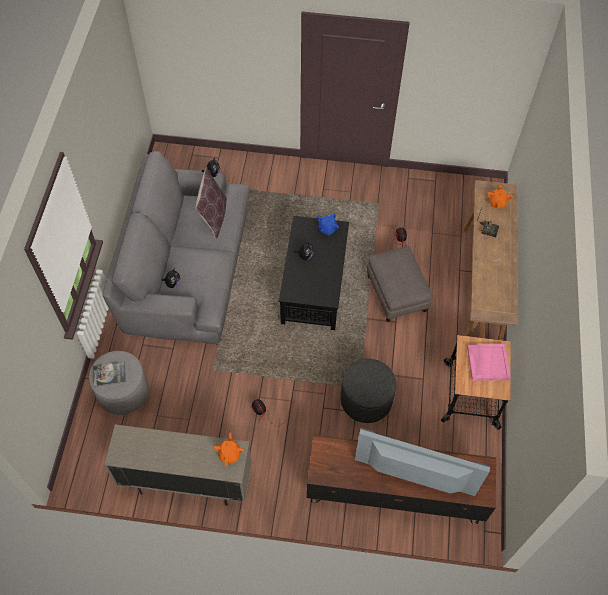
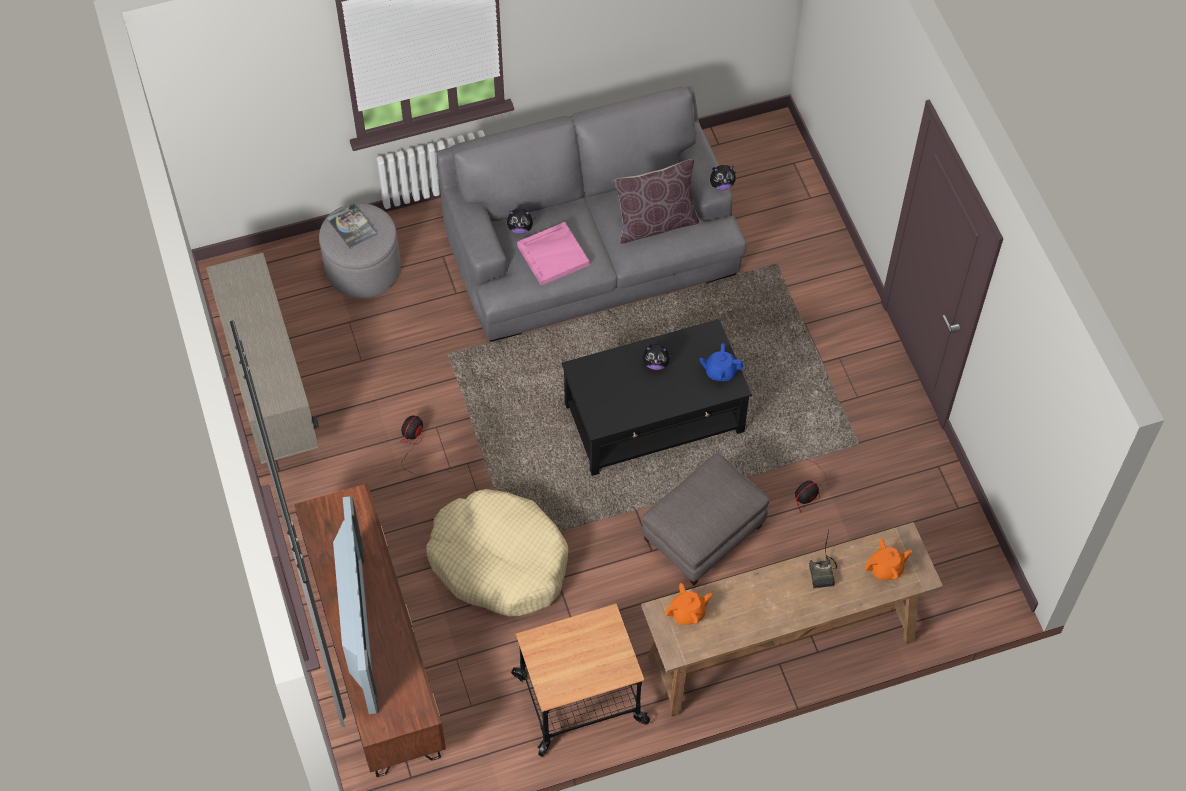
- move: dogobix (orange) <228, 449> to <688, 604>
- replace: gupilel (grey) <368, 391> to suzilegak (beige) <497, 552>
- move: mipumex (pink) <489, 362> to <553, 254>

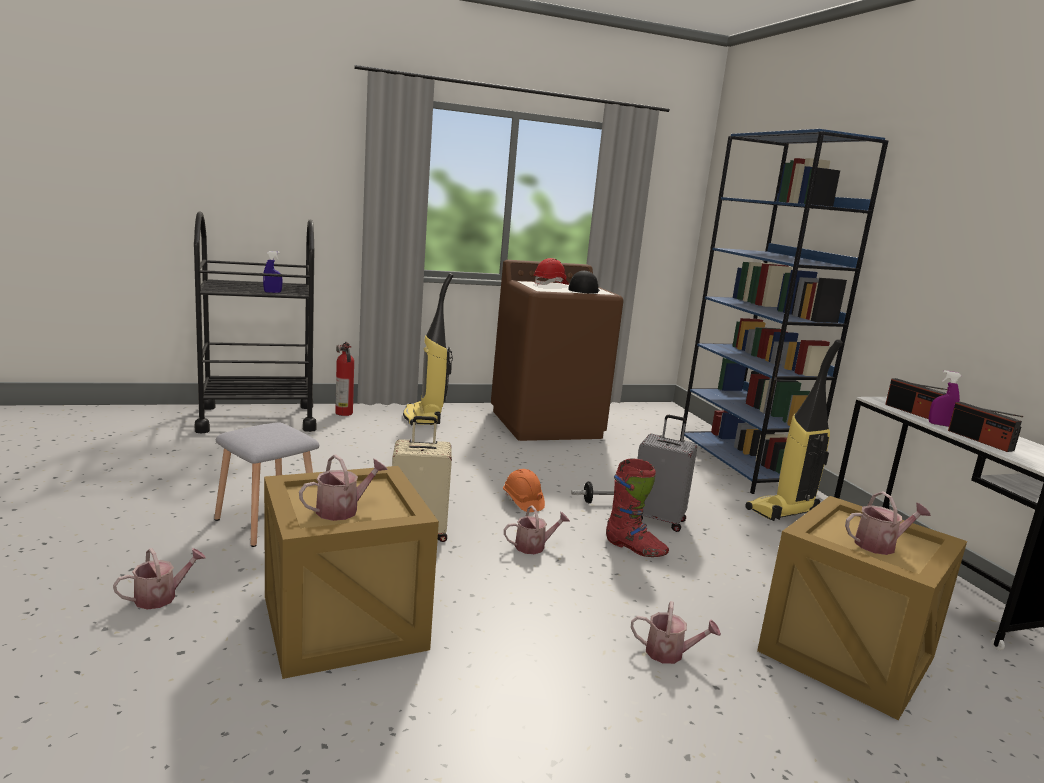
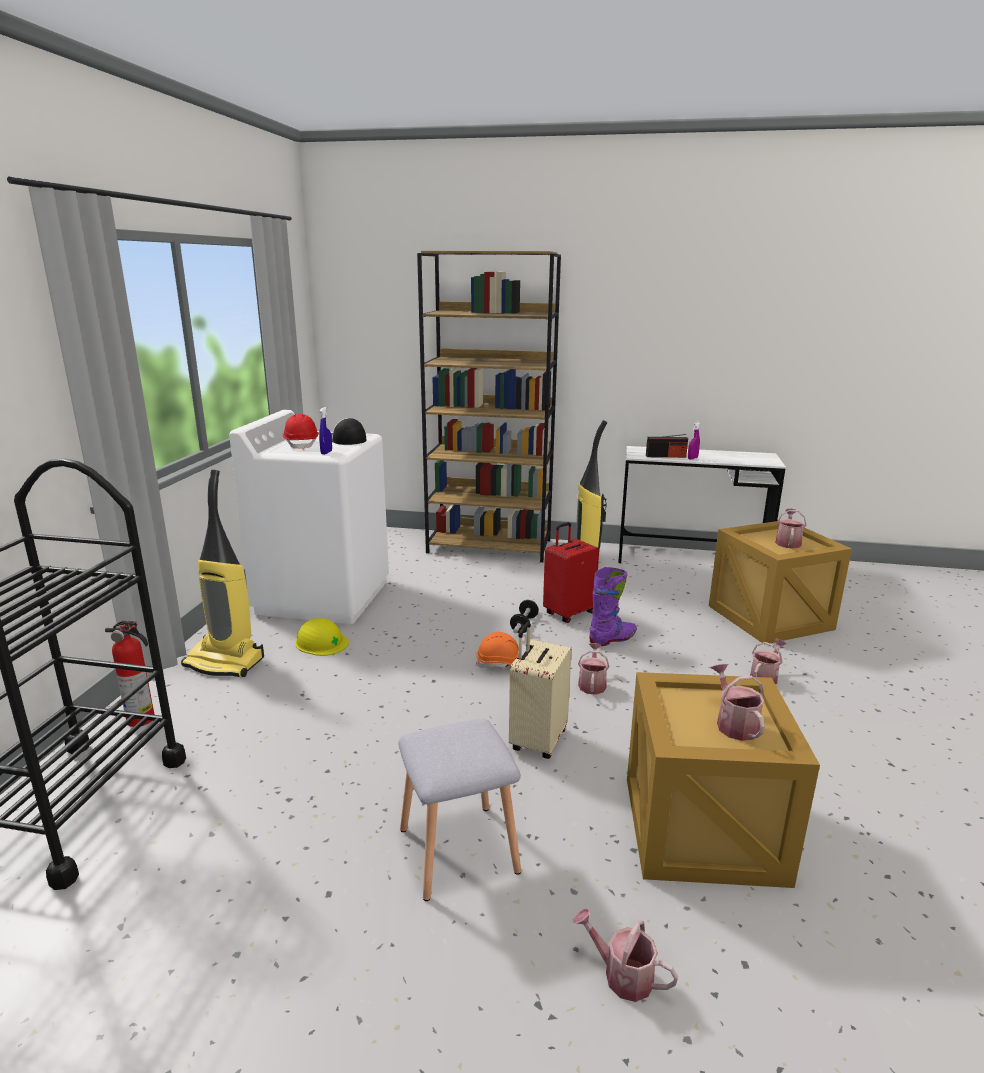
- rotate: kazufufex <159, 579> = <625, 955> 45 degrees counterclockwise
- move: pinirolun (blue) <273, 272> to <325, 431>
- recolor: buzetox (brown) <557, 350> to buzetox (white) <309, 517>
- recolor: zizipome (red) <637, 507> to zizipome (purple) <613, 606>
- recolor: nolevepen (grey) <667, 473> to nolevepen (red) <571, 572>
- recolor: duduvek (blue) <784, 311> to duduvek (brown) <489, 406>
- delete: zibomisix <985, 427>
- insert: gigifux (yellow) <322, 637>

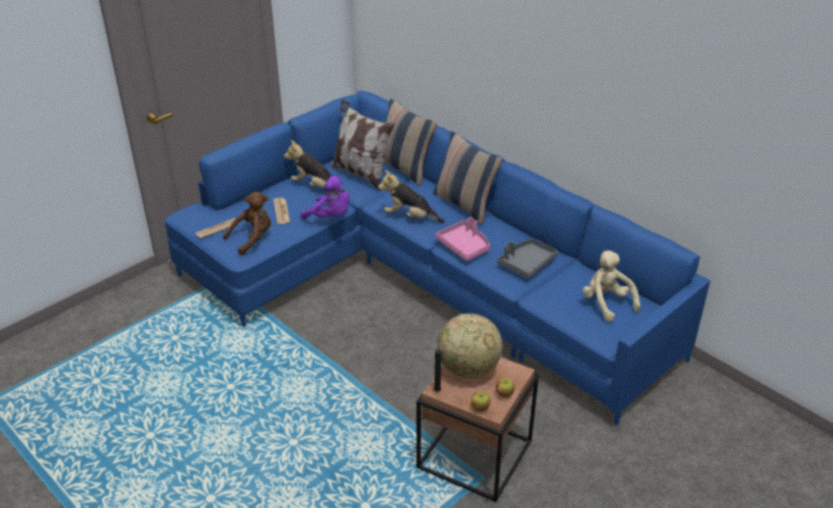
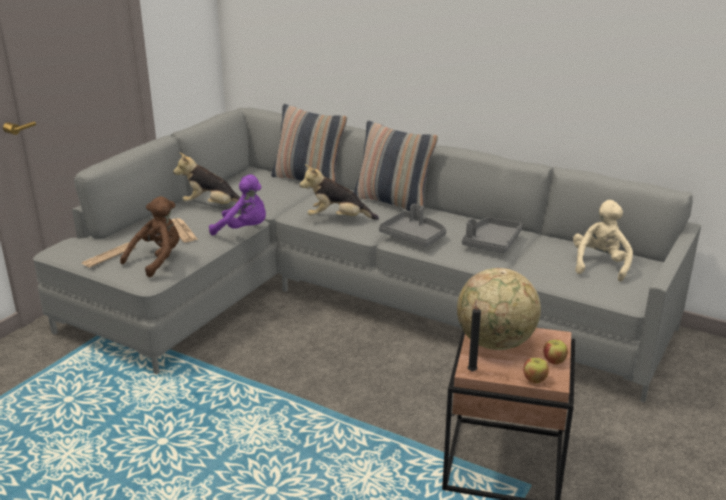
- recolor: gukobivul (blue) <437, 258> to gukobivul (grey) <367, 255>
- delete: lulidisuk <362, 145>
- recolor: mipumex (pink) <463, 239> to mipumex (grey) <412, 225>
- rotate: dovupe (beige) <611, 286> = <603, 241> 60 degrees clockwise

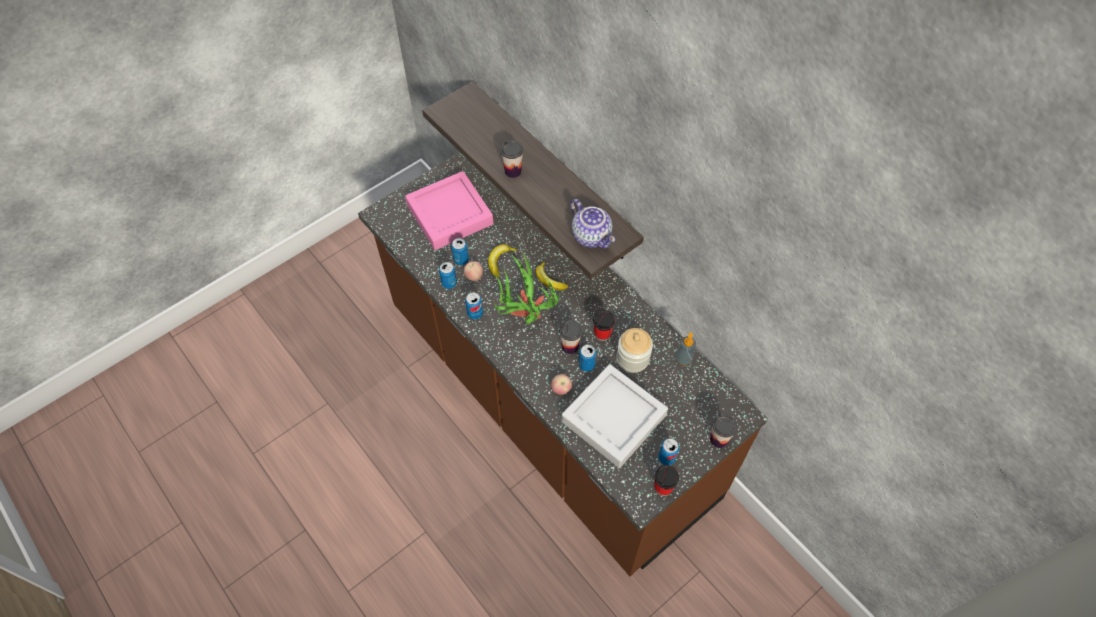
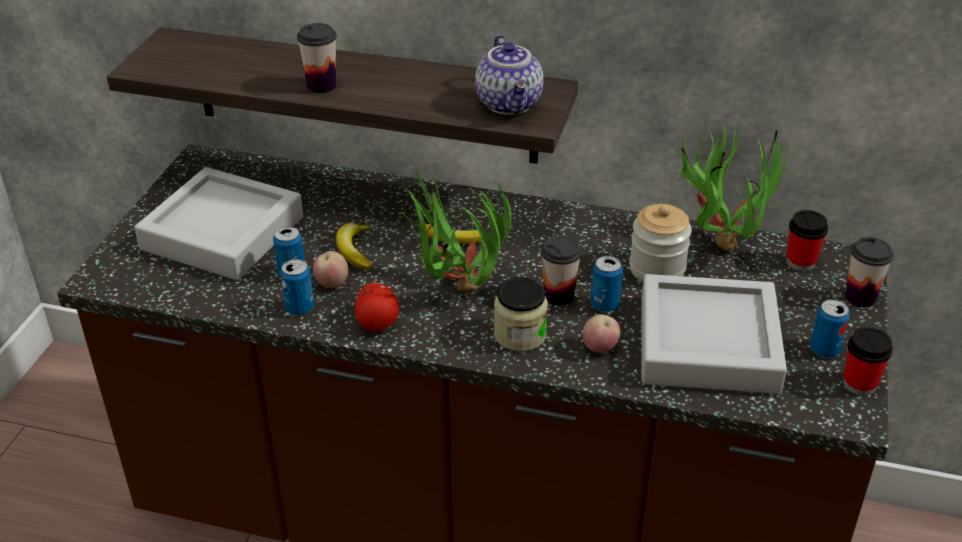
- recolor: mipumex (pink) <449, 210> to mipumex (grey) <218, 223>
- replace: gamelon <474, 305> to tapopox <377, 307>
- rotate: dogobix <592, 223> = <509, 75> 60 degrees clockwise
- move: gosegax <604, 325> to <807, 240>
- replace: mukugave <685, 349> to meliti <730, 187>
- insert: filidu <521, 314>

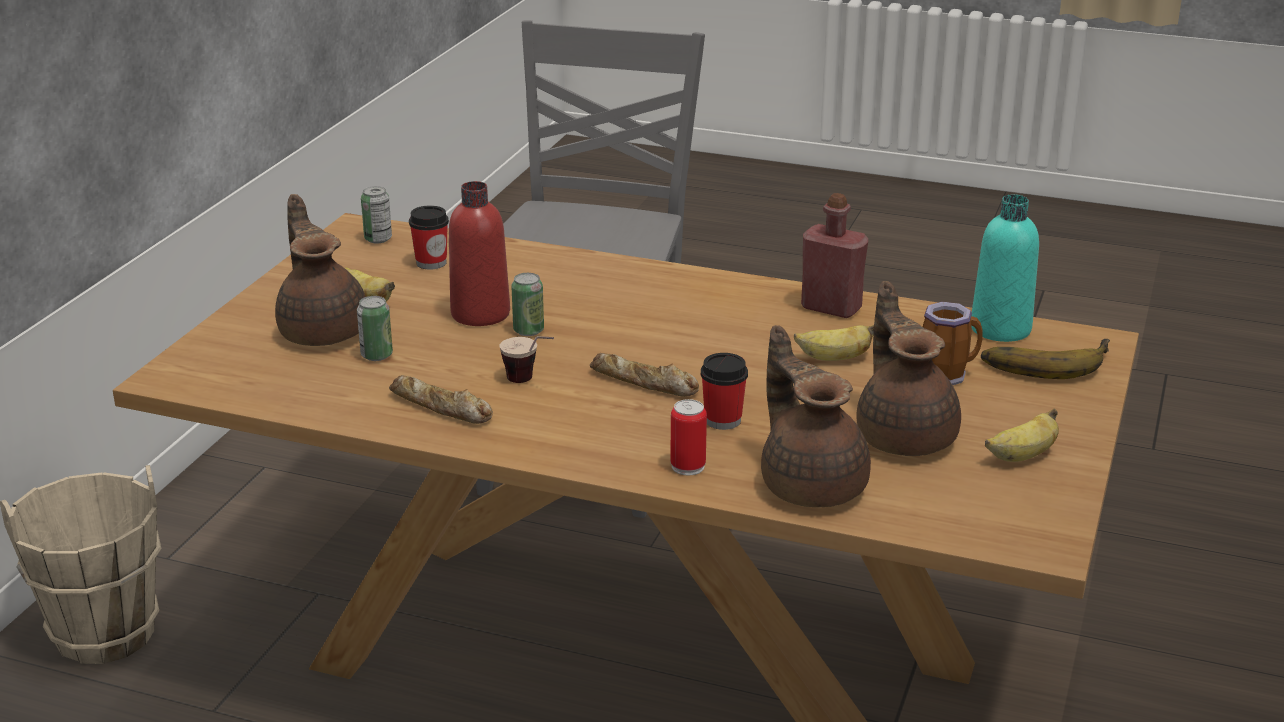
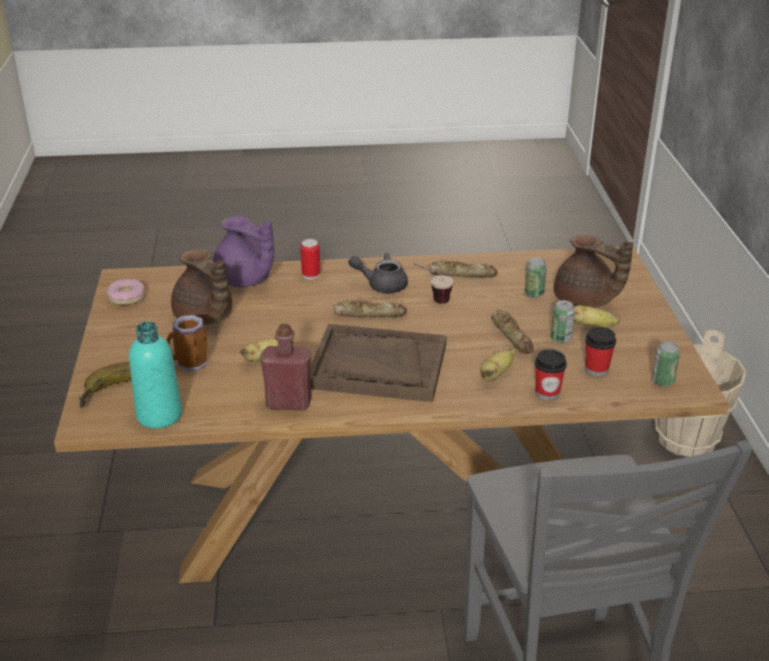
- replace: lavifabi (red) <479, 253> to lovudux <512, 332>
- move: gamelon <527, 304> to <563, 322>
- move: gosegax <724, 391> to <551, 374>
- recolor: dogobix (brown) <816, 416> to dogobix (purple) <243, 251>
- move: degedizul <1022, 435> to <498, 365>
- insert: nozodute <125, 292>
- insert: mipumex (brown) <378, 363>
- insert: dogobix (grey) <378, 272>

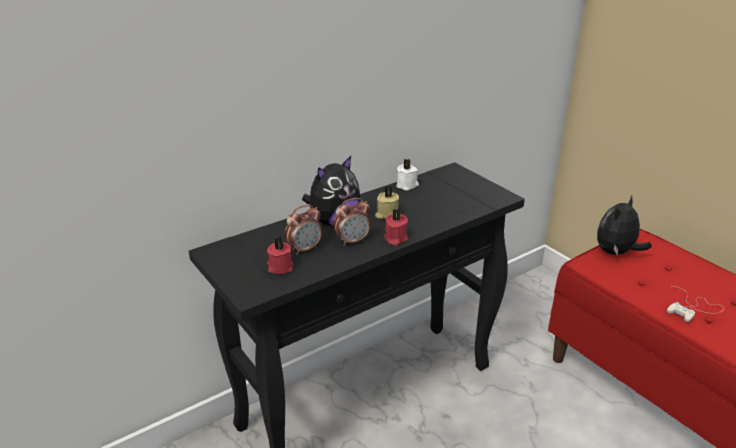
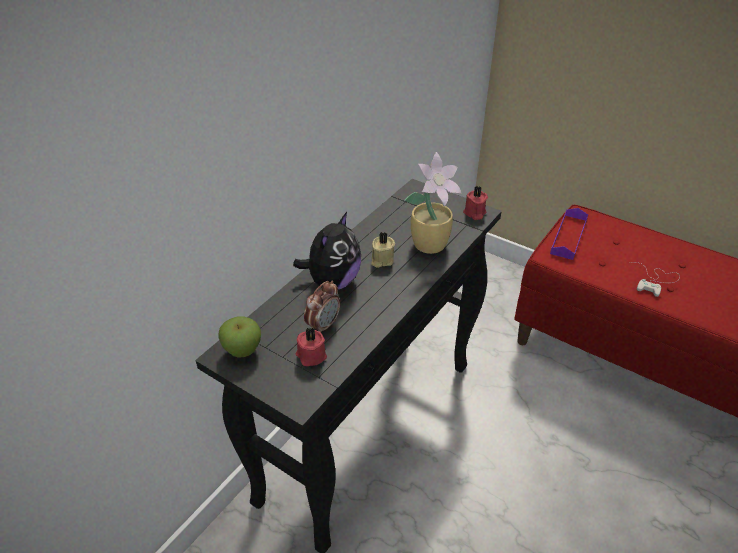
- delete: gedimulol <352, 222>
- move: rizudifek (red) <396, 227> to <475, 203>
- delete: rizudifek (white) <407, 174>
- replace: dovupe <624, 225> to mipumex (purple) <569, 234>
- insert: tapopox <239, 337>
- insert: meliti <432, 203>

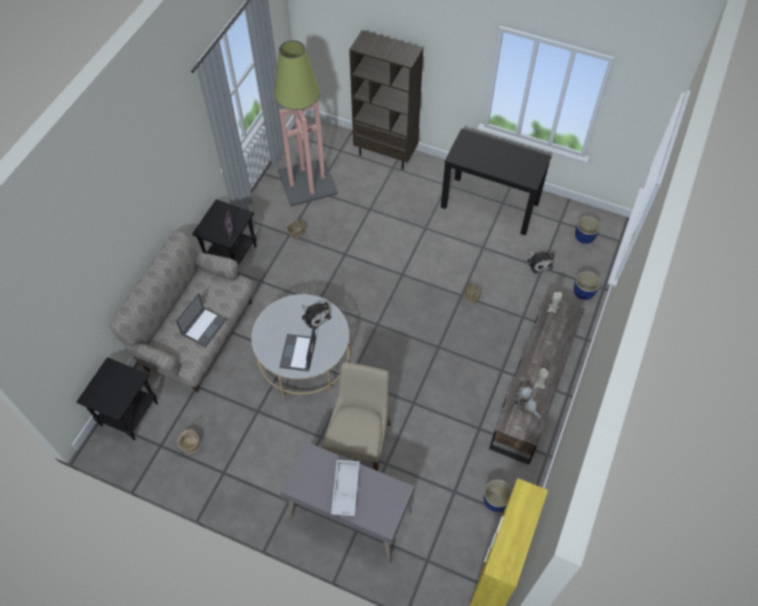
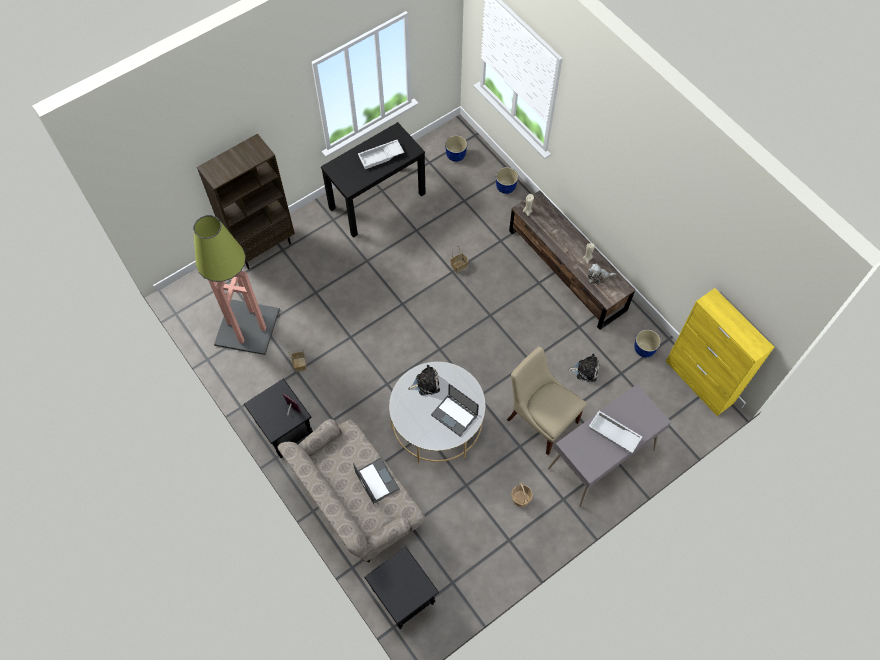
- move: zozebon <188, 441> to <522, 494>
- move: dovupe <540, 262> to <583, 368>
- insert: mipumex (white) <381, 154>

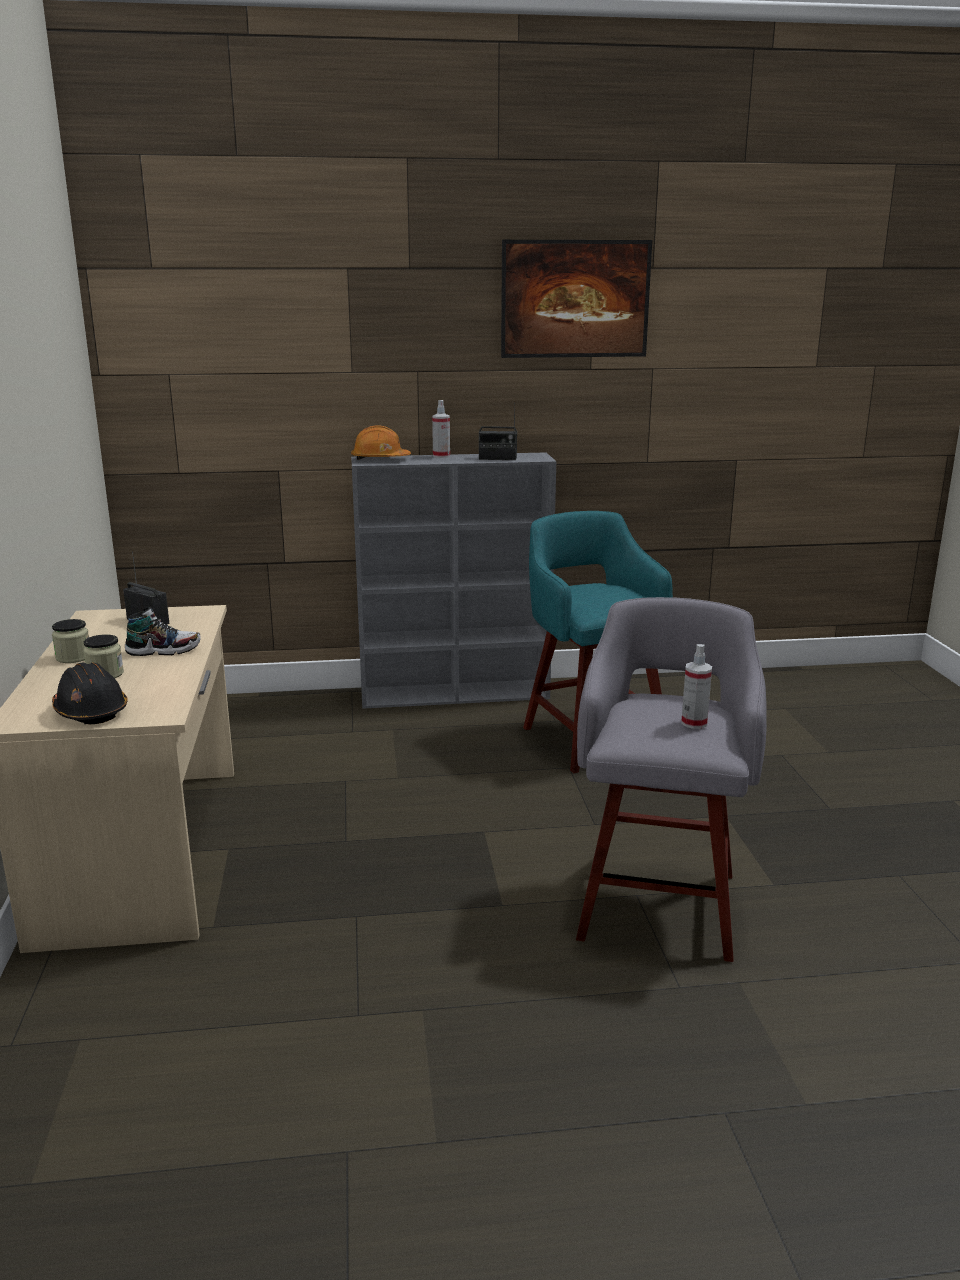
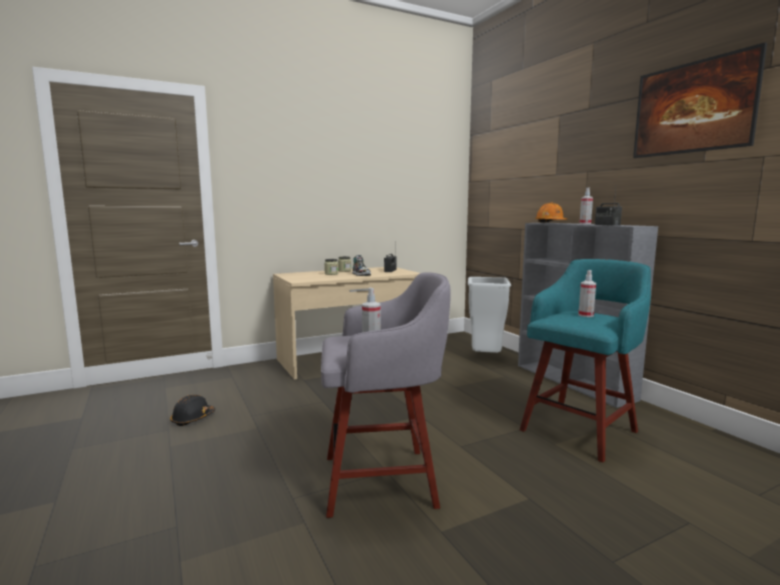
- move: gigifux (black) <90, 693> to <192, 410>
- insert: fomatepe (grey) <489, 315>
- insert: pinirolun <587, 293>

